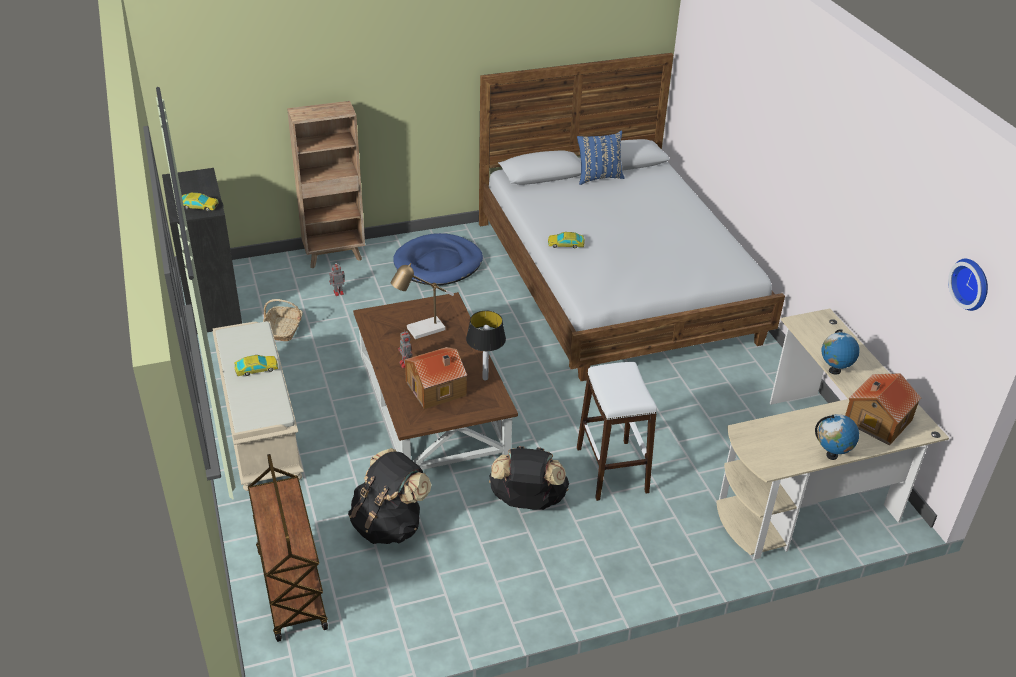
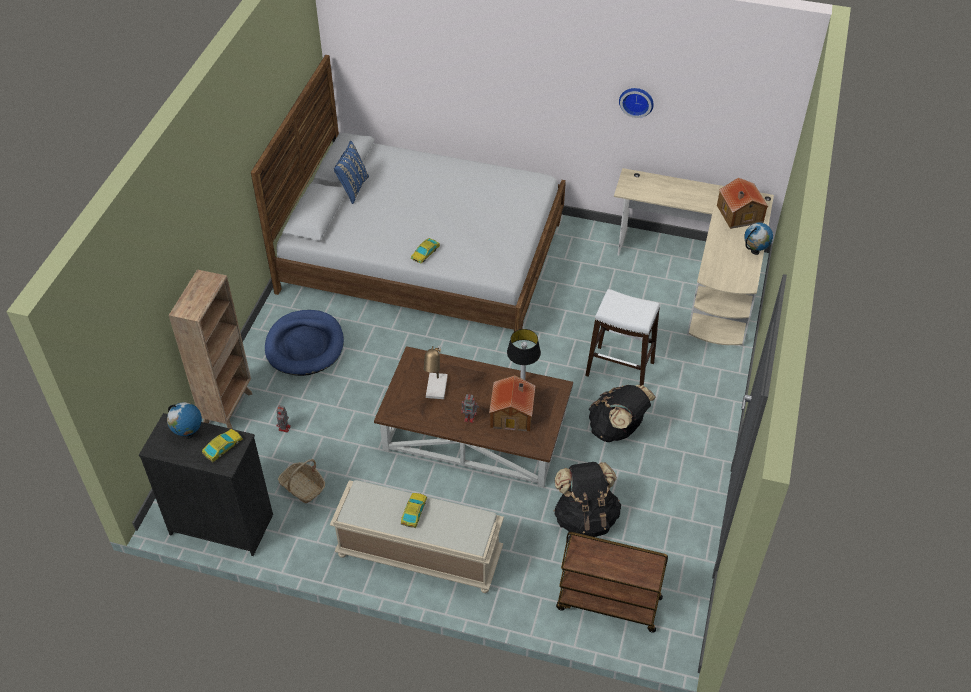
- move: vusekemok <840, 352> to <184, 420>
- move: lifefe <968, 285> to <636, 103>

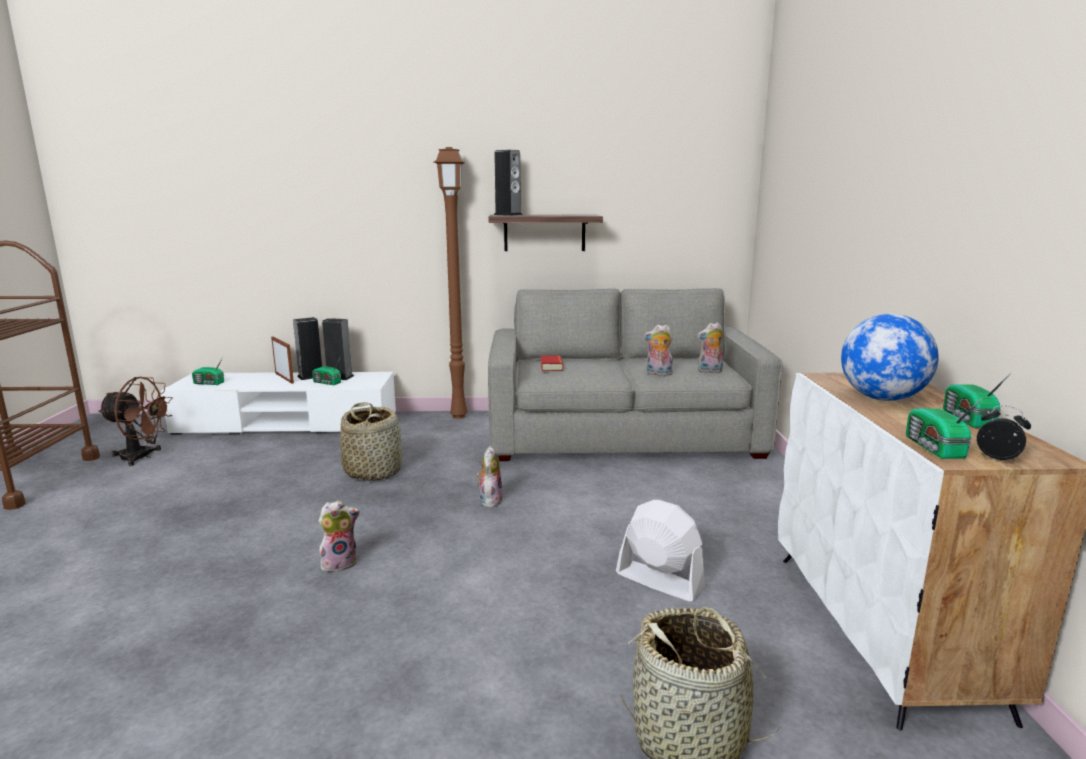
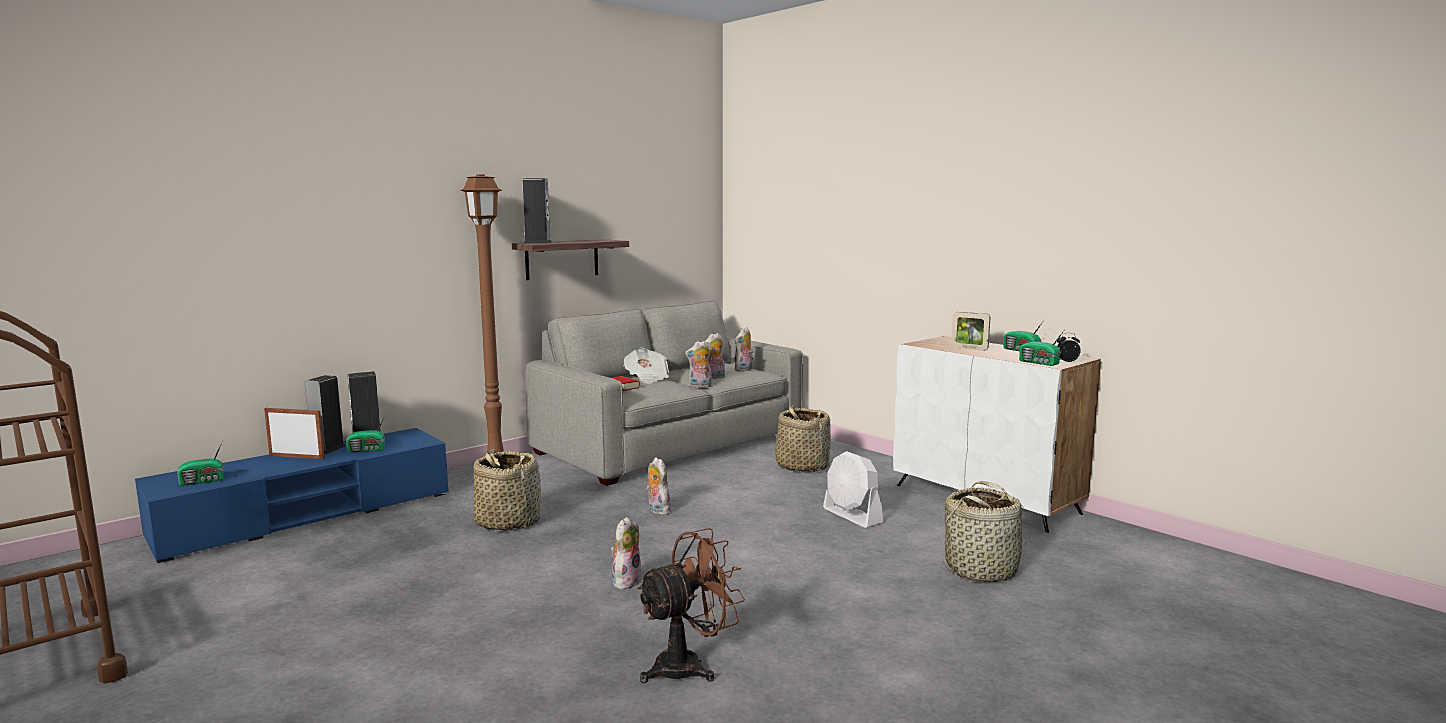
- move: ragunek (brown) <135, 421> to <691, 605>
- recolor: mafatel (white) <278, 403> to mafatel (blue) <291, 495>
- rotate: ragunek (white) <660, 550> = <853, 489> 120 degrees counterclockwise
- replace: vusekemok <890, 357> to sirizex <970, 331>
- insert: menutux <646, 365>
- insert: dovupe <698, 364>
- insert: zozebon <803, 439>

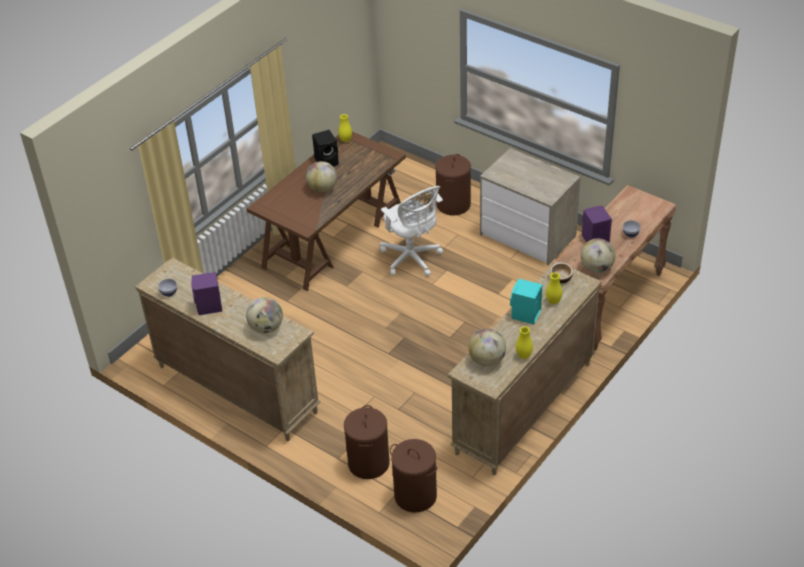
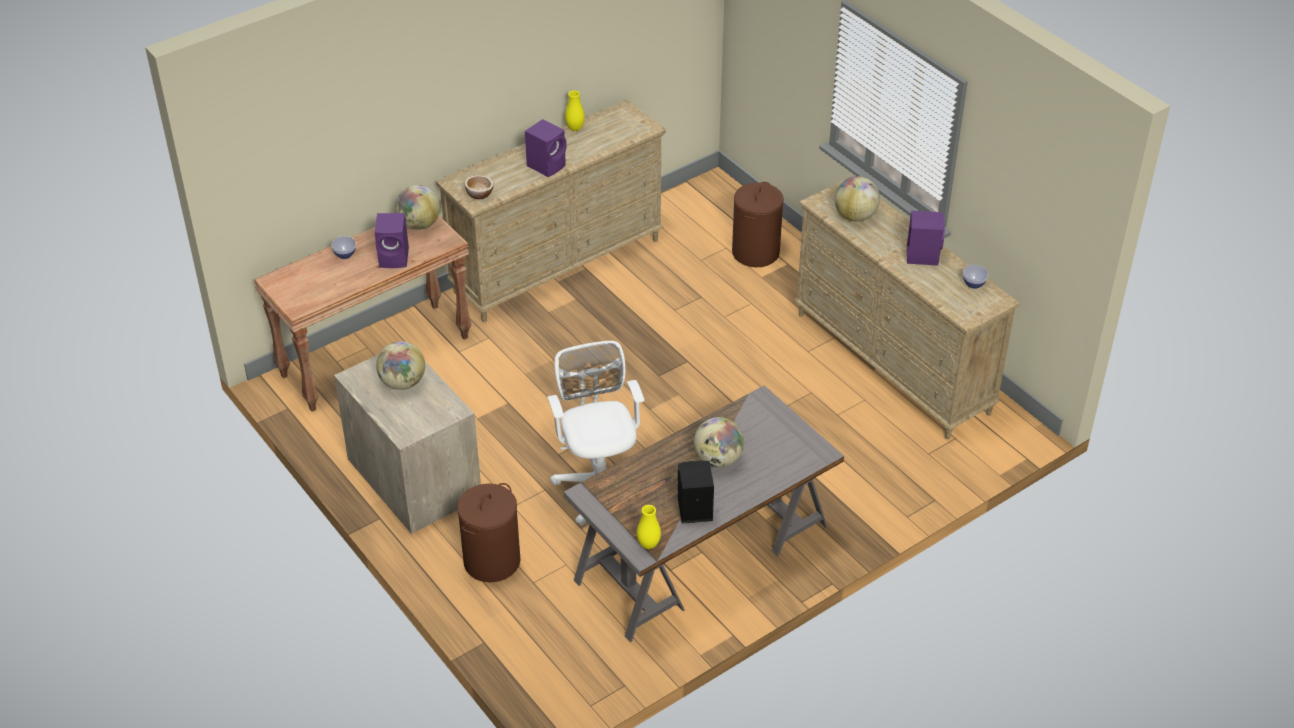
- recolor: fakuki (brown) <326, 211> to fakuki (grey) <704, 513>
- delete: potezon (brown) <413, 475>
- move: vusekemok <487, 347> to <400, 365>
- recolor: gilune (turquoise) <526, 301> to gilune (purple) <546, 148>
- delete: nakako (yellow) <554, 288>

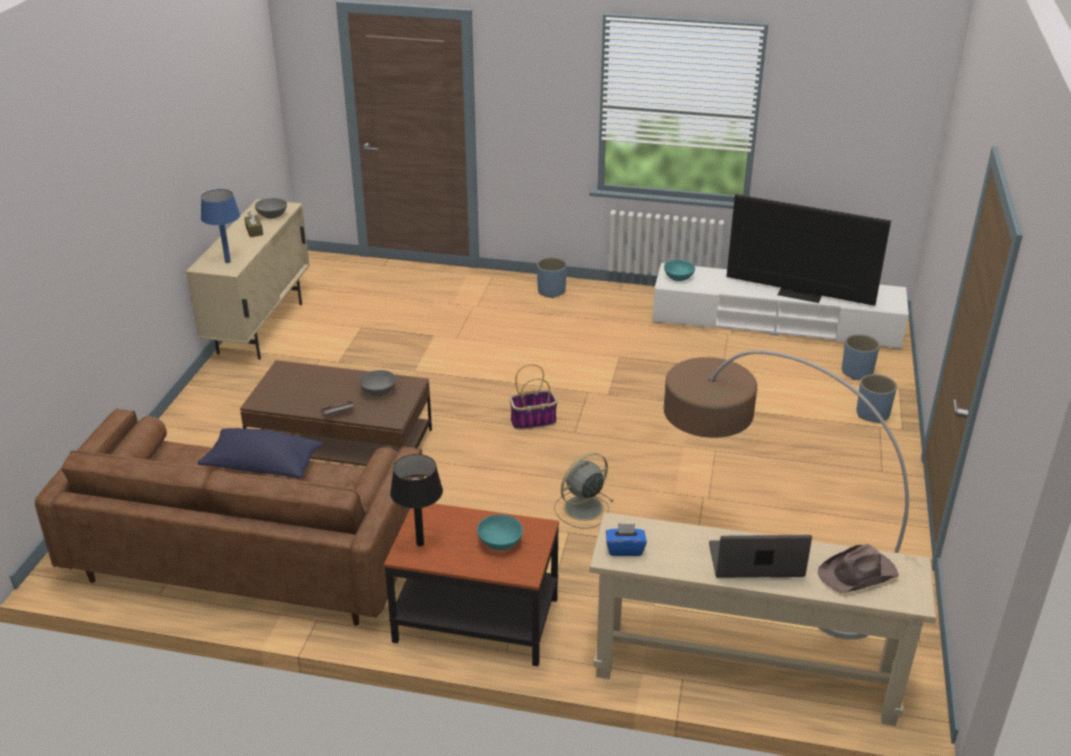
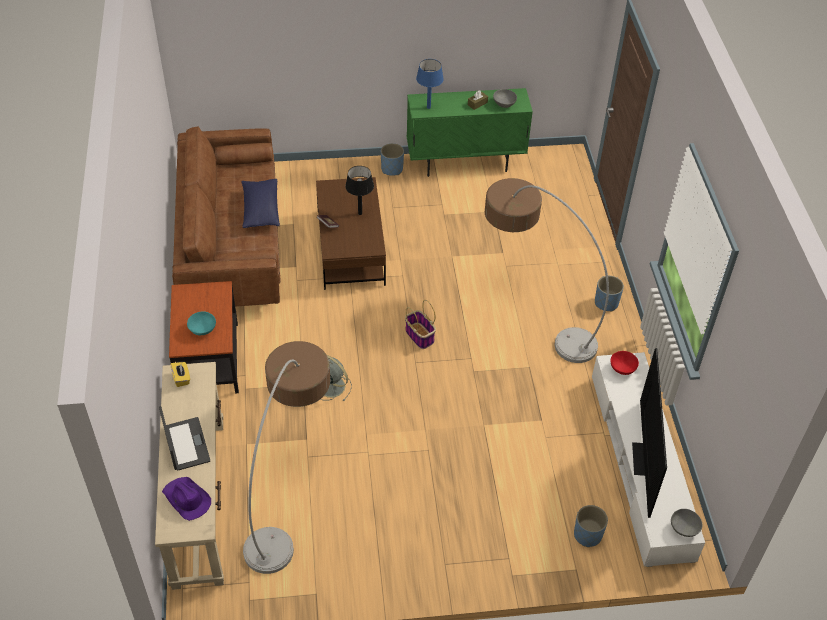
- recolor: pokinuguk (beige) <248, 279> to pokinuguk (green) <469, 132>
- move: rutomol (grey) <378, 383> to <686, 523>
- move: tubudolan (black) <416, 500> to <359, 190>
- recolor: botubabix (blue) <626, 539> to botubabix (yellow) <180, 374>
- recolor: rutomol (turquoise) <679, 270> to rutomol (red) <624, 363>
- recolor: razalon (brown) <858, 568> to razalon (purple) <186, 499>
- move: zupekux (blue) <876, 398> to <392, 159>
- insert: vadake <547, 270>

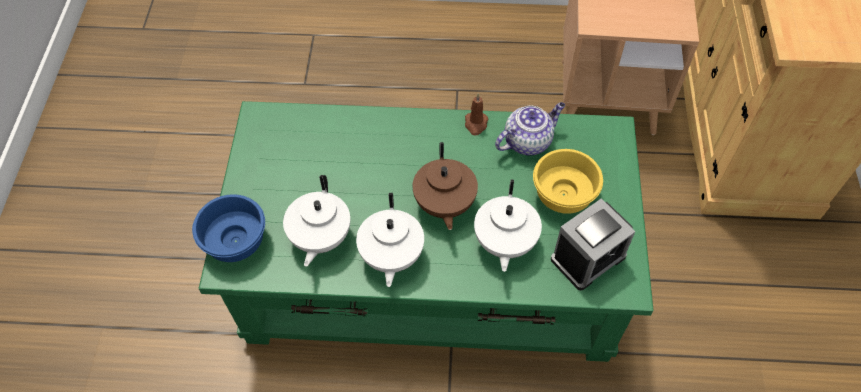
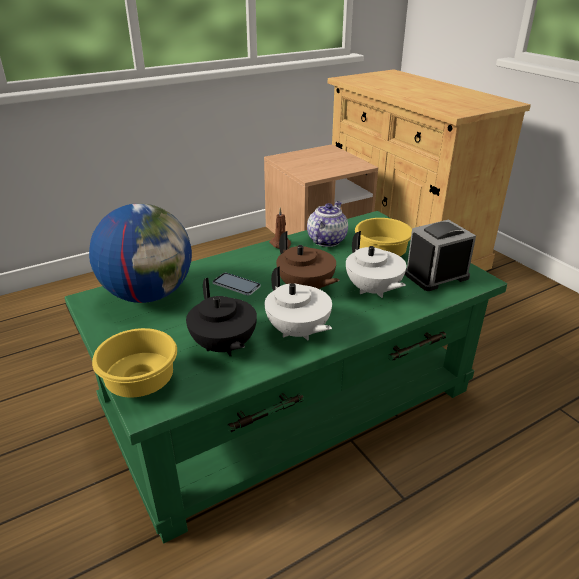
- recolor: rutomol (blue) <228, 228> to rutomol (yellow) <134, 362>
- recolor: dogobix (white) <316, 221> to dogobix (black) <221, 317>
- rotate: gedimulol <593, 244> = <440, 255> 135 degrees counterclockwise
- insert: vusekemok <140, 253>
- insert: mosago <237, 284>

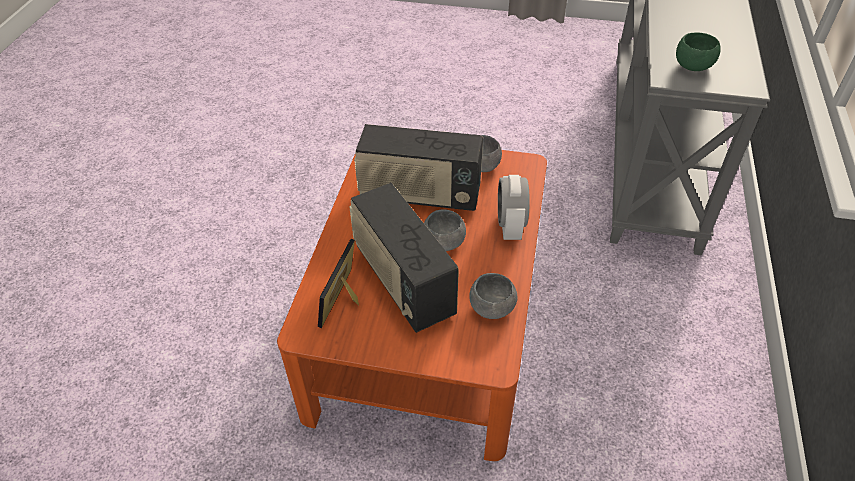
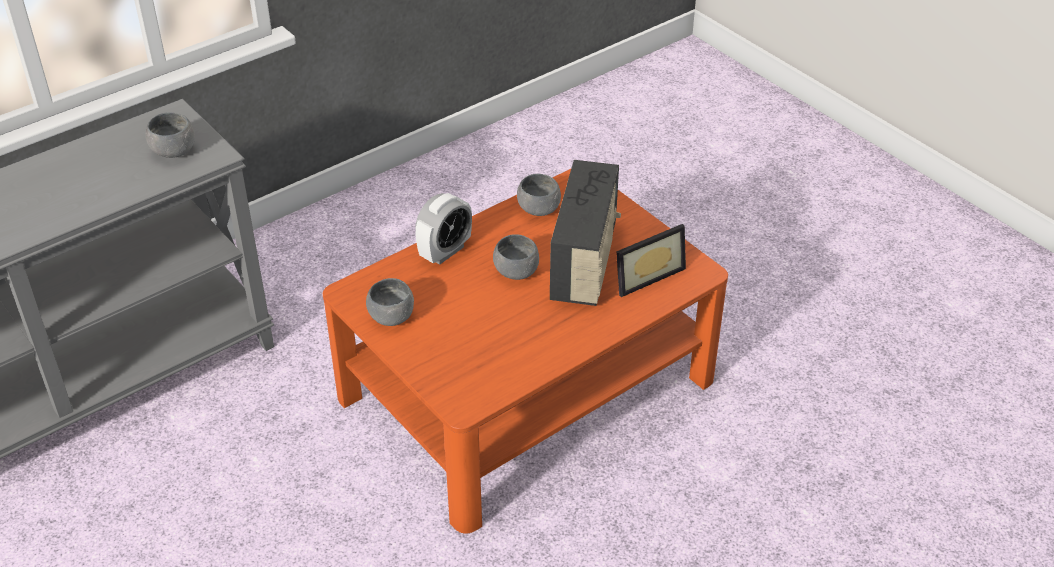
- delete: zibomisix <418, 167>
- recolor: rutomol (green) <698, 51> to rutomol (grey) <170, 135>

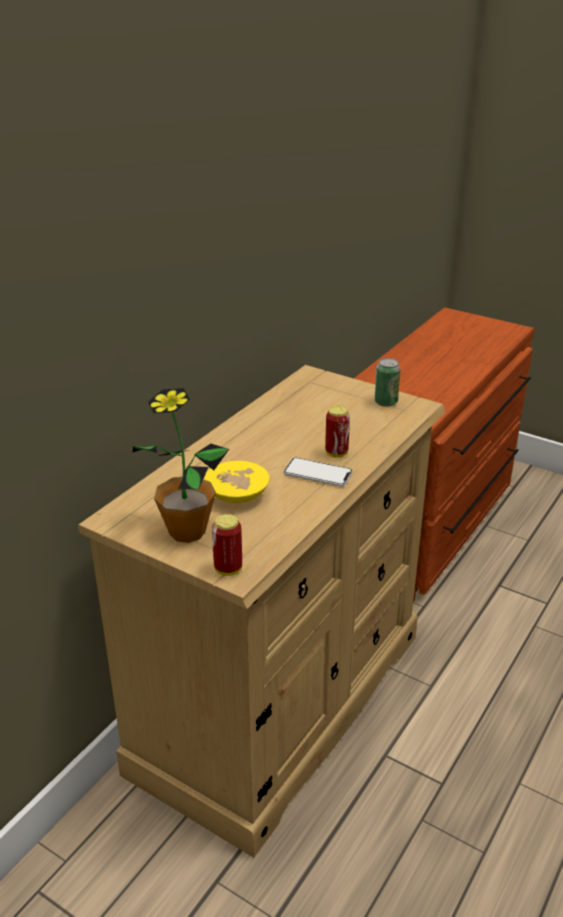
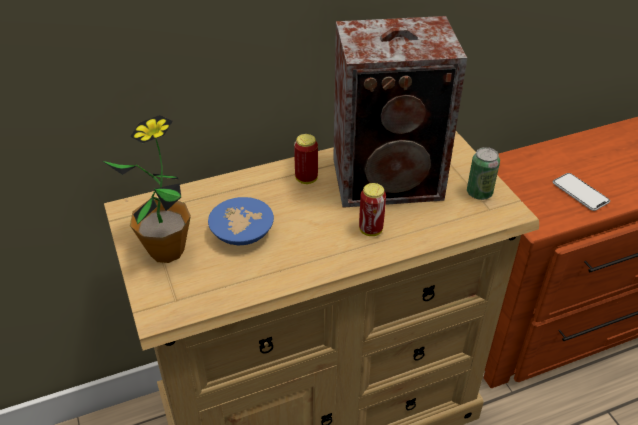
- recolor: rutomol (yellow) <236, 482> to rutomol (blue) <241, 221>
- move: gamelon <227, 545> to <306, 159>
- move: mosago <318, 472> to <581, 192>
- insert: gilune <400, 112>

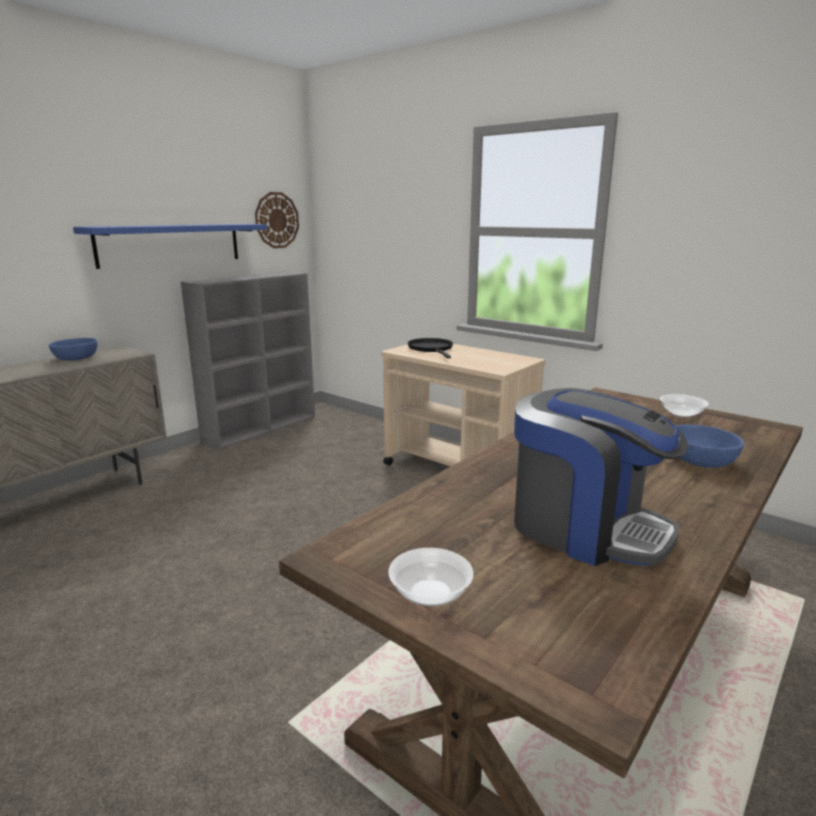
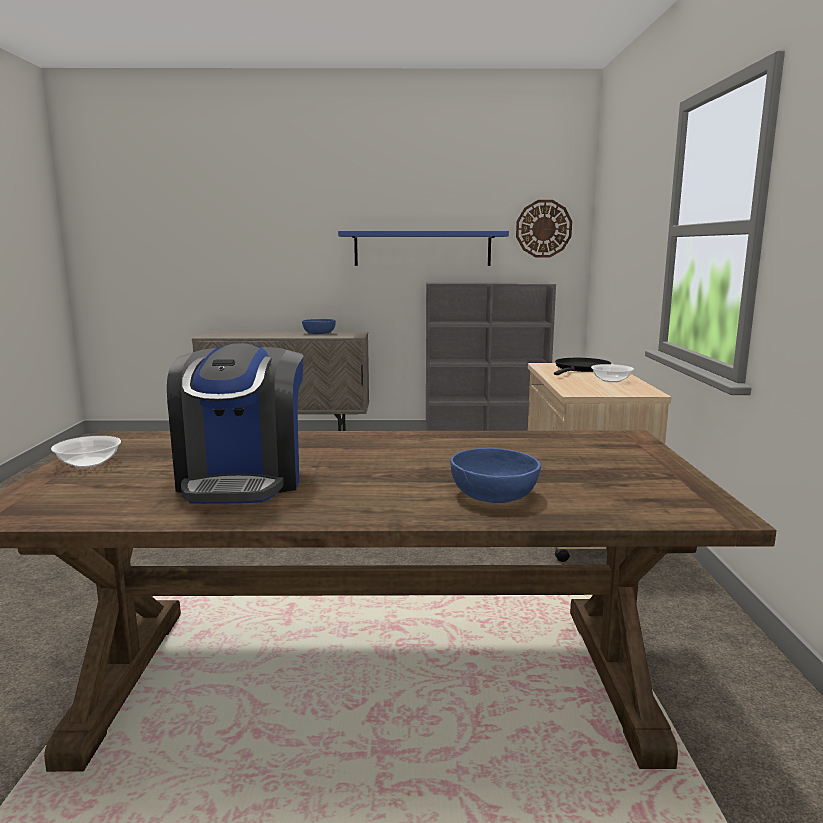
- move: rutomol <684, 405> to <612, 373>

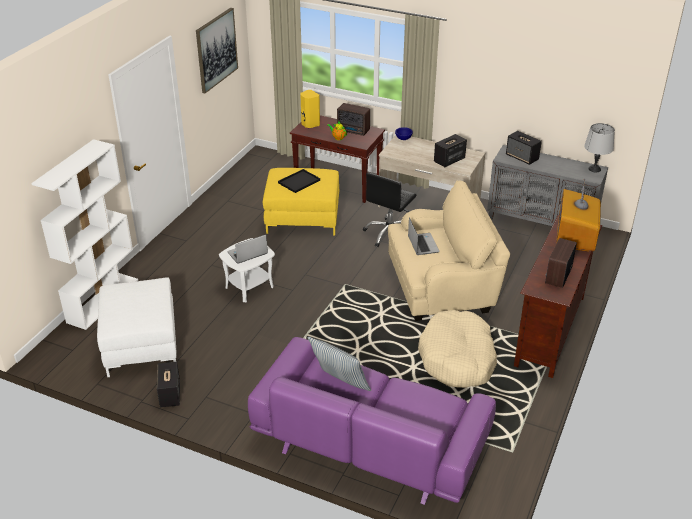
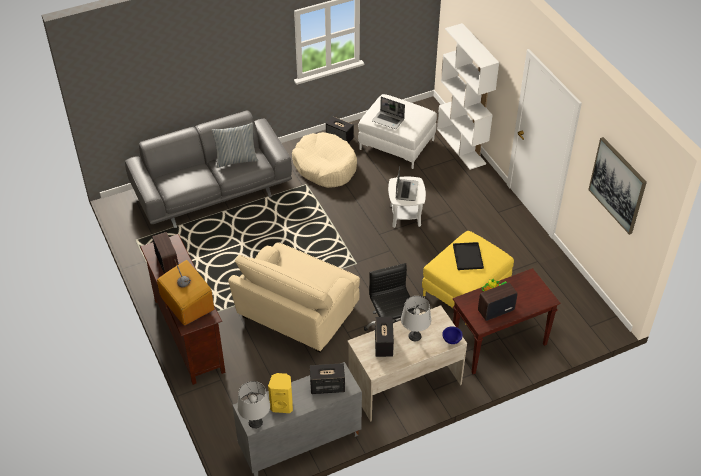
- recolor: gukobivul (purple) <372, 421> to gukobivul (grey) <208, 169>
- move: gilune (yellow) <310, 109> to <280, 393>
- move: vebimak <423, 236> to <388, 113>
- move: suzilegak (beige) <457, 349> to <324, 160>
- insert: tubudolan (grey) <416, 318>

